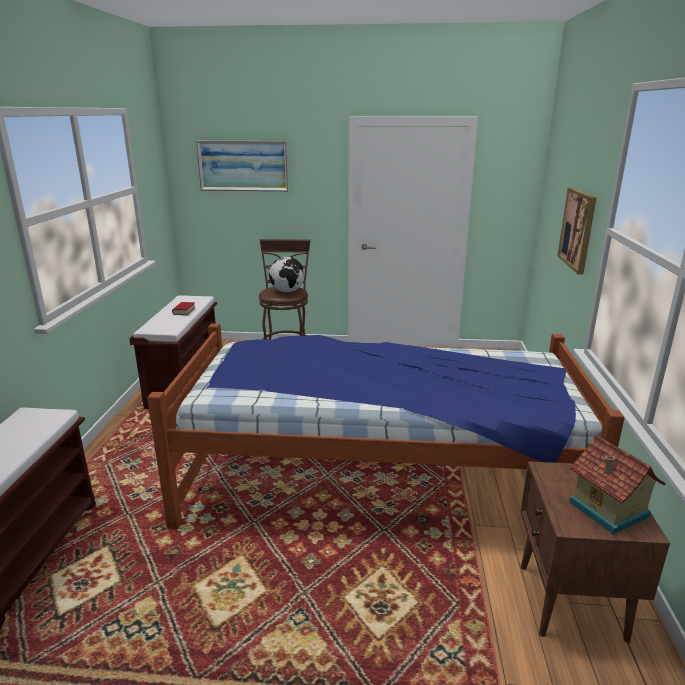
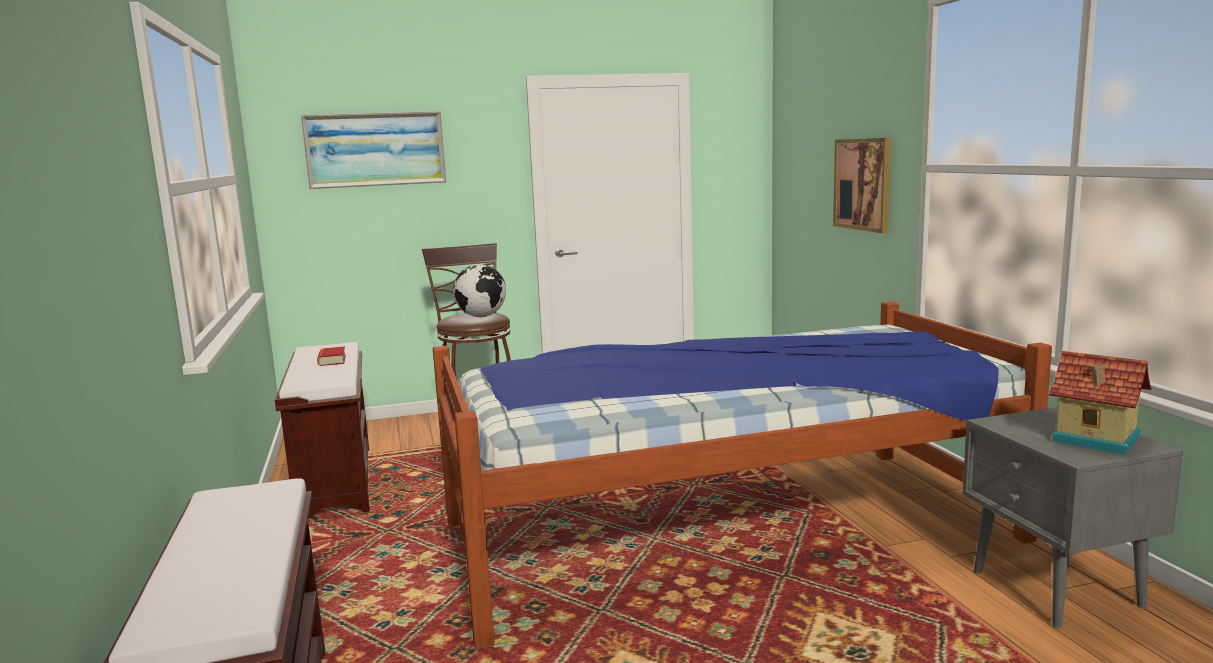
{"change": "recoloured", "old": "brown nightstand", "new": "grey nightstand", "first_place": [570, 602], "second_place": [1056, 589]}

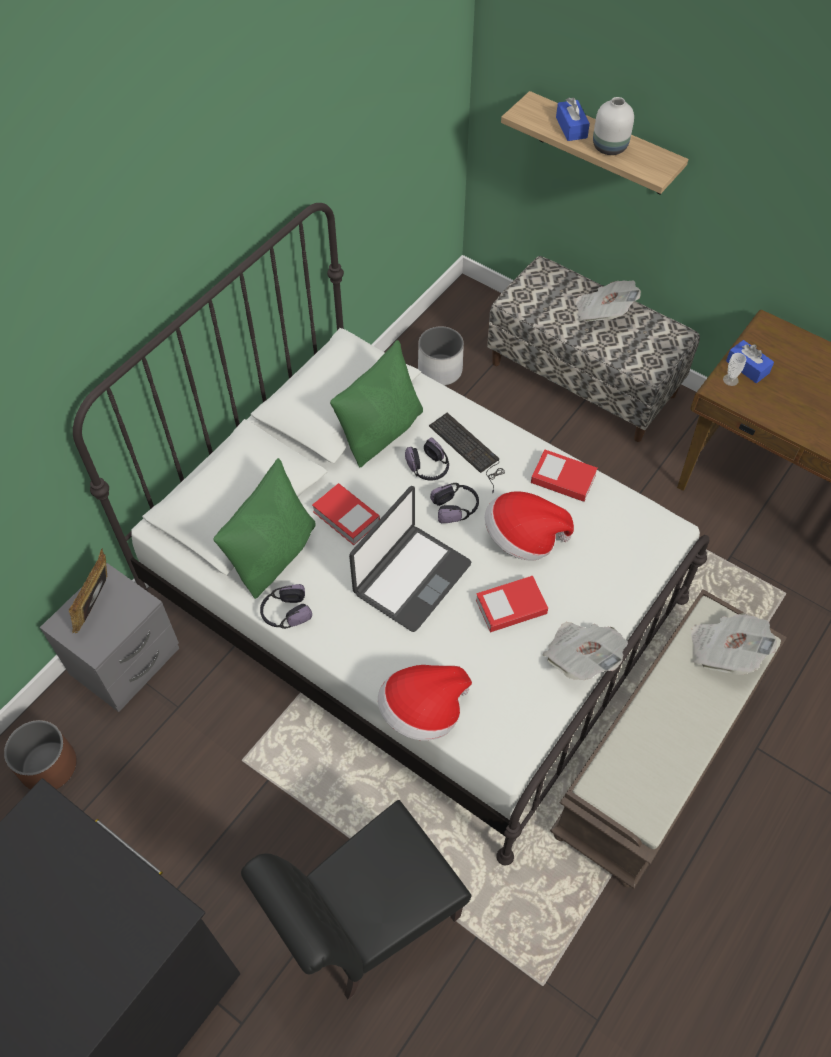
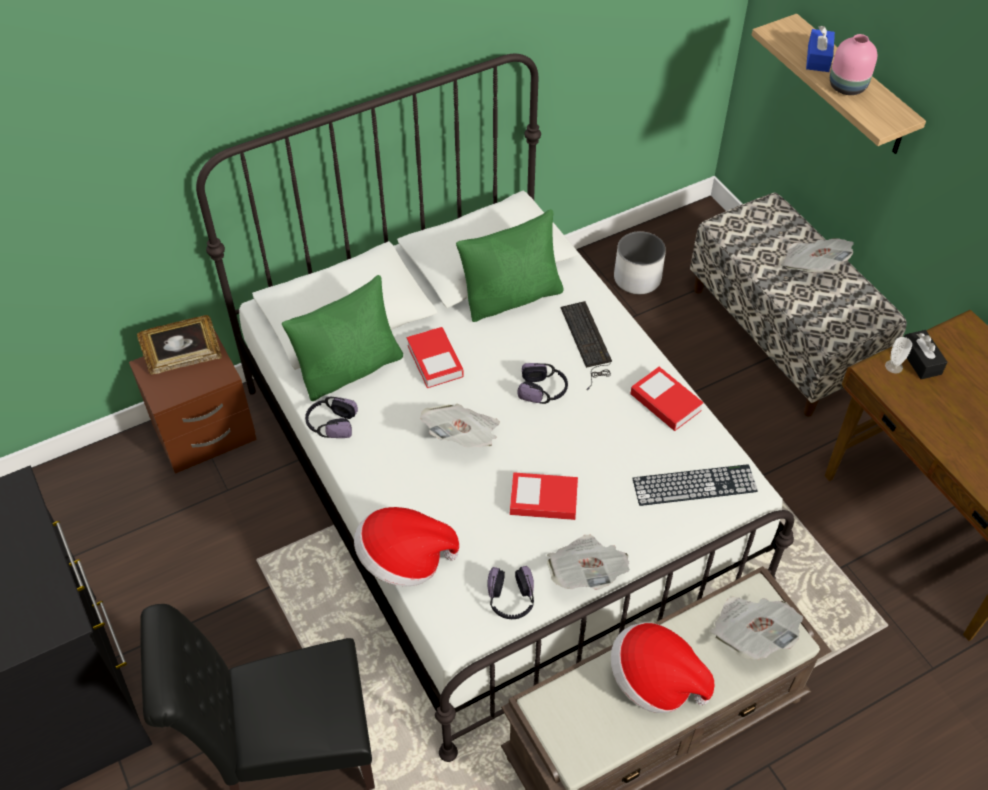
{"change": "recoloured", "old": "white vase", "new": "pink vase", "first_place": [610, 148], "second_place": [847, 87]}
{"change": "recoloured", "old": "blue tissue box", "new": "black tissue box", "first_place": [747, 367], "second_place": [920, 360]}
{"change": "moved", "old": "headphones", "first_place": [428, 468], "second_place": [511, 599]}
{"change": "replaced", "old": "laptop", "new": "newspaper", "first_place": [411, 578], "second_place": [463, 437]}
{"change": "moved", "old": "hat", "first_place": [523, 538], "second_place": [655, 680]}
{"change": "turned", "old": "picture frame", "first_place": [96, 605], "second_place": [185, 361], "degrees": -150}
{"change": "recoloured", "old": "grey nightstand", "new": "brown nightstand", "first_place": [127, 663], "second_place": [205, 434]}
{"change": "removed", "old": "brown planter", "first_place": [48, 766]}
{"change": "added", "new": "keyboard", "second_place": [694, 485]}

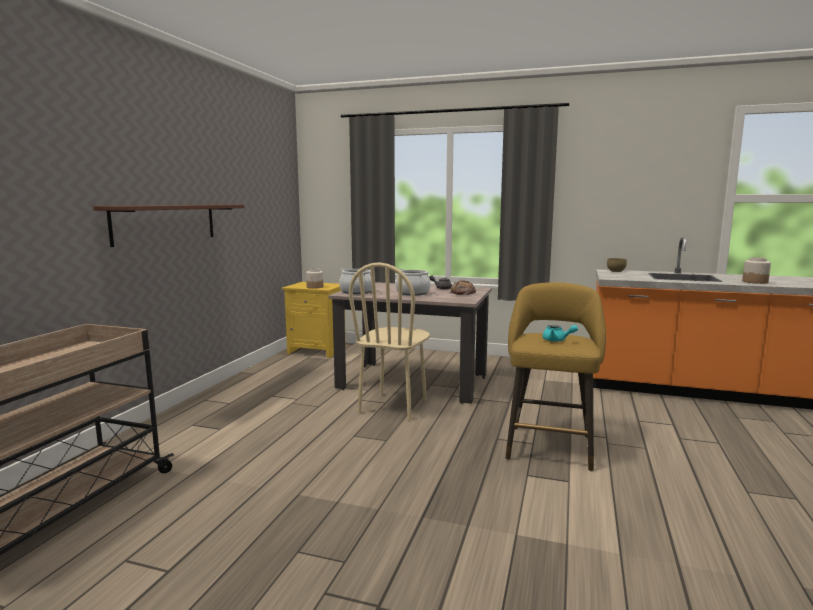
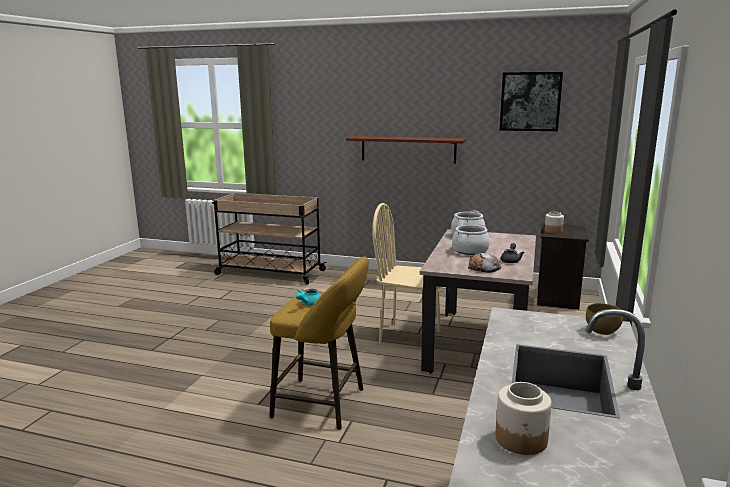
{"change": "recoloured", "old": "yellow nightstand", "new": "black nightstand", "first_place": [318, 350], "second_place": [558, 298]}
{"change": "added", "new": "picture", "second_place": [530, 101]}

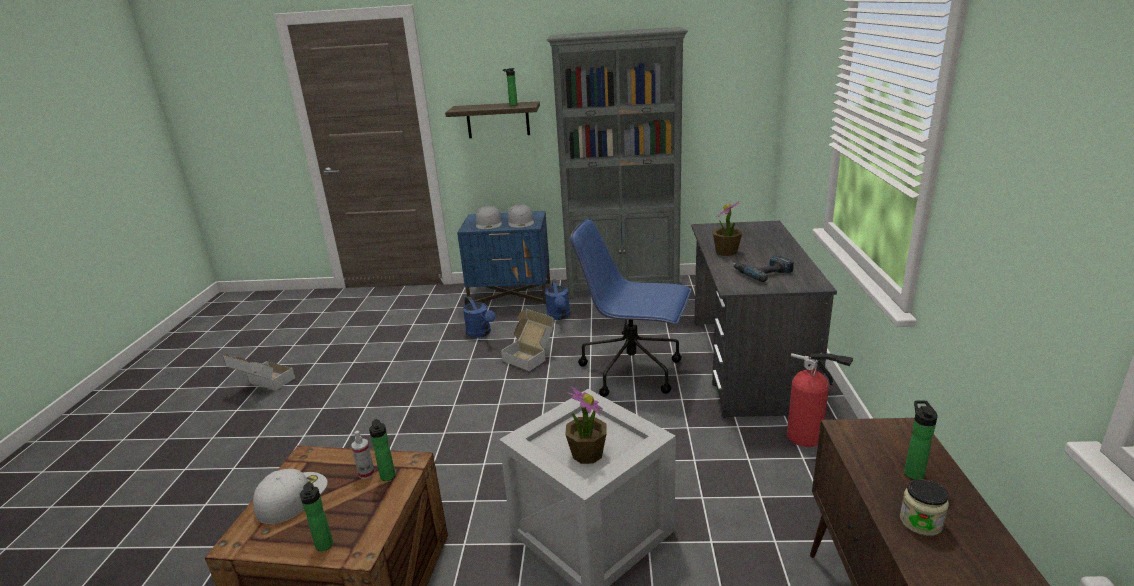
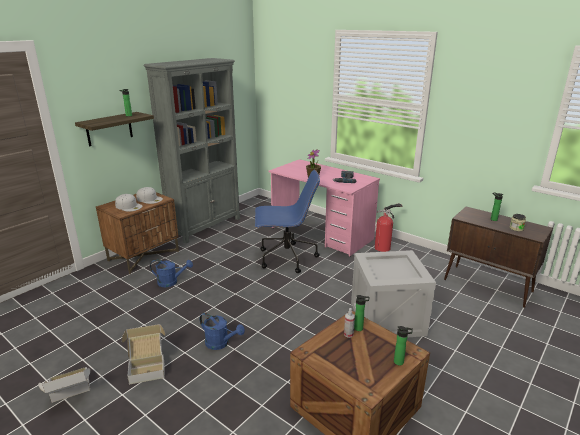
{"change": "recoloured", "old": "blue nightstand", "new": "brown nightstand", "first_place": [511, 294], "second_place": [144, 255]}
{"change": "turned", "old": "blue office chair", "first_place": [633, 371], "second_place": [286, 258], "degrees": -150}
{"change": "recoloured", "old": "grey desk", "new": "pink desk", "first_place": [747, 364], "second_place": [321, 233]}
{"change": "moved", "old": "blue watering can", "first_place": [559, 316], "second_place": [221, 343]}
{"change": "moved", "old": "cardboard box", "first_place": [530, 356], "second_place": [147, 367]}
{"change": "removed", "old": "potted plant", "first_place": [587, 454]}
{"change": "removed", "old": "white cap", "first_place": [291, 496]}

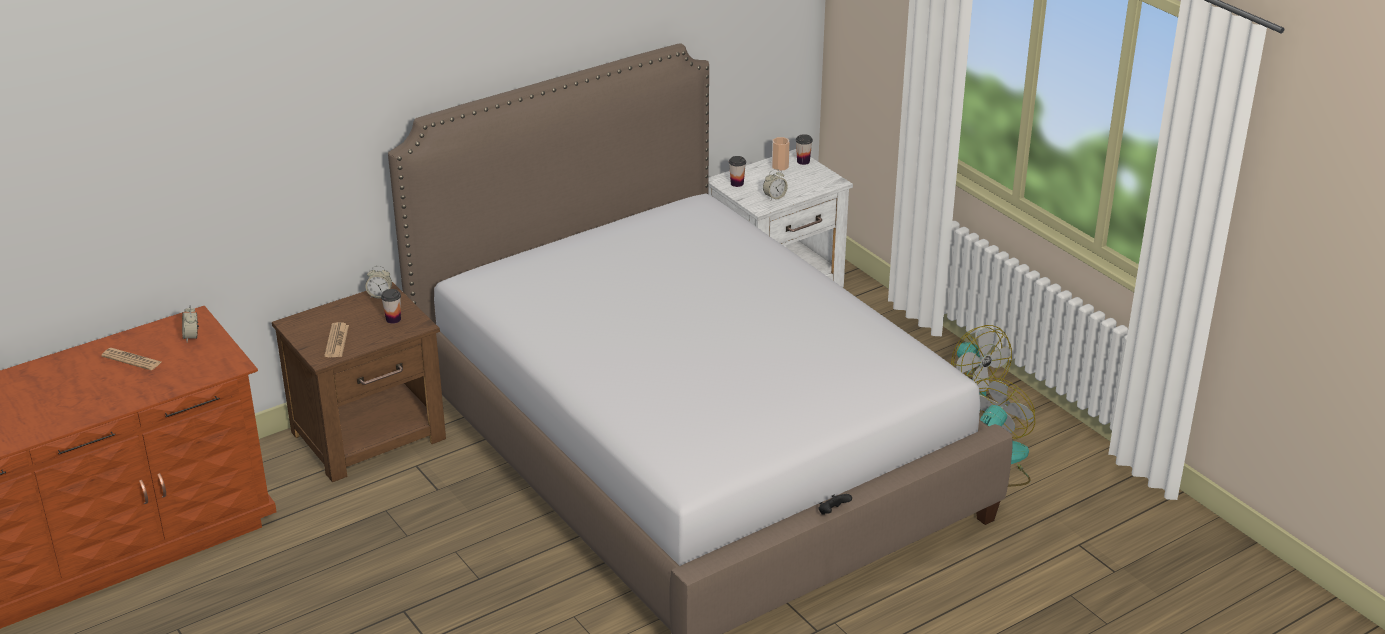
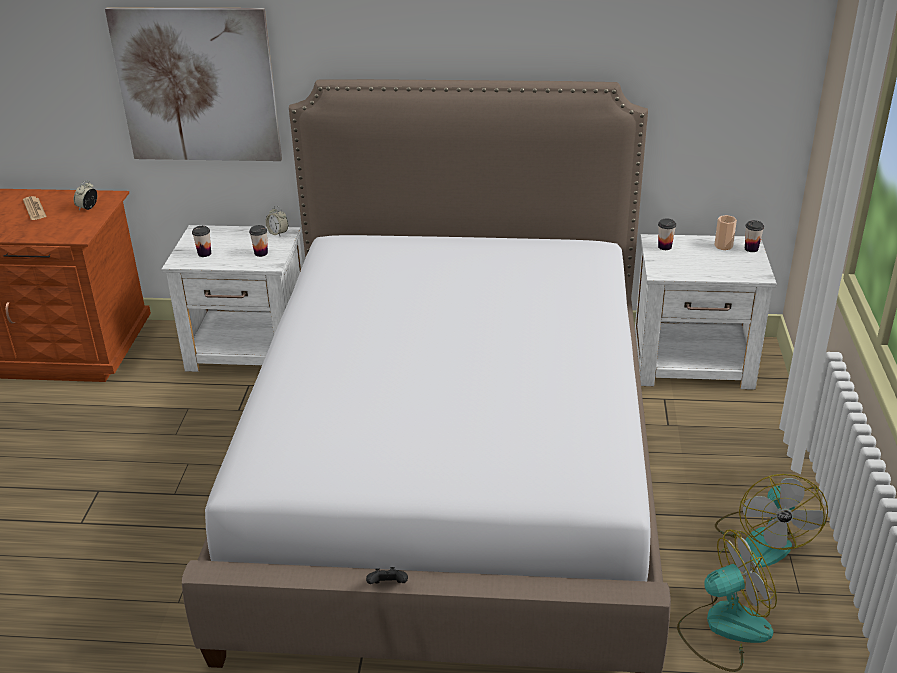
{"change": "removed", "old": "alarm clock", "first_place": [774, 197]}
{"change": "recoloured", "old": "brown nightstand", "new": "white nightstand", "first_place": [371, 436], "second_place": [250, 350]}
{"change": "replaced", "old": "newspaper", "new": "cup", "first_place": [337, 341], "second_place": [204, 253]}
{"change": "added", "new": "picture", "second_place": [197, 85]}

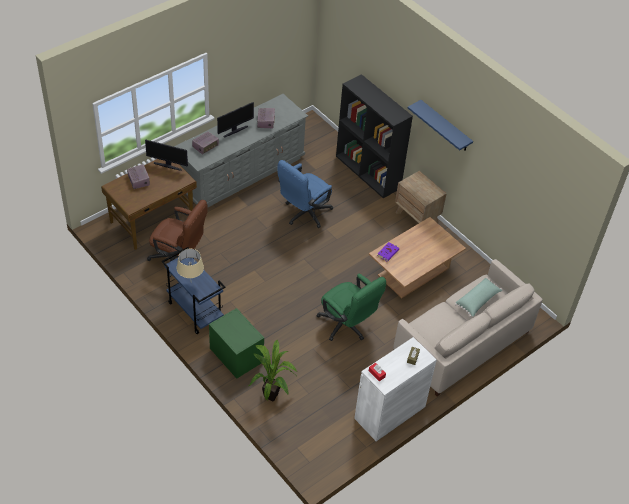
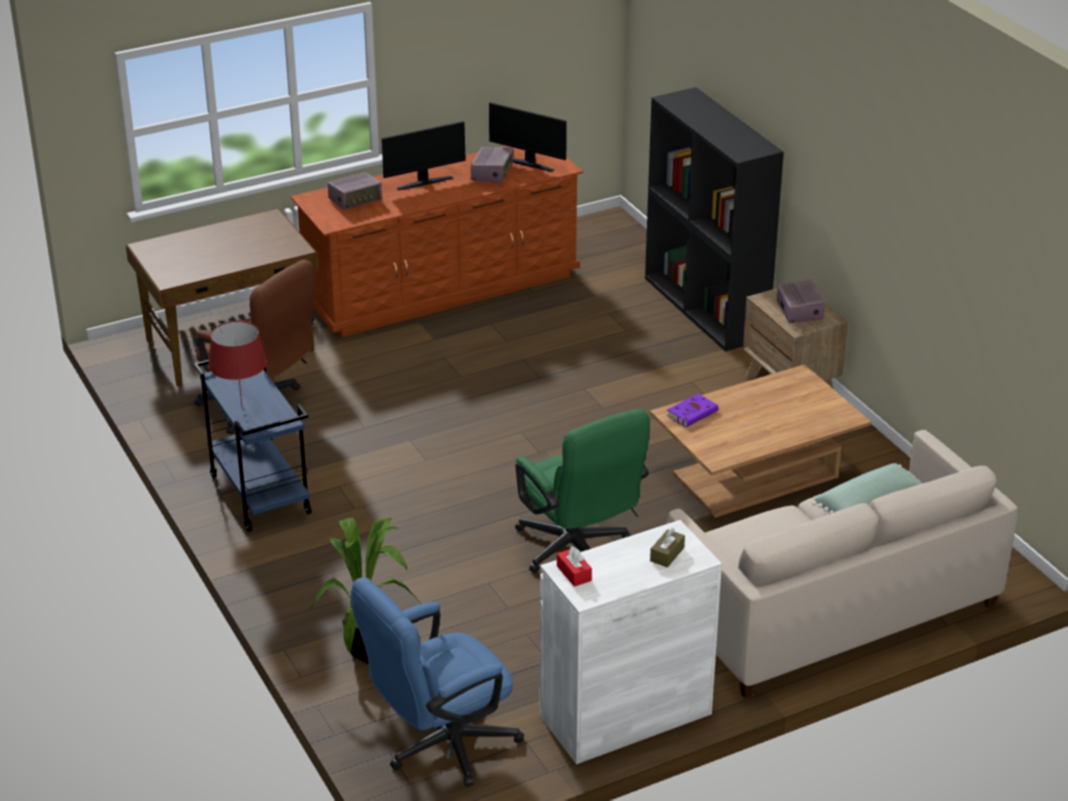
{"change": "recoloured", "old": "grey dresser", "new": "brown dresser", "first_place": [242, 172], "second_place": [441, 288]}
{"change": "removed", "old": "blue shelf", "first_place": [445, 126]}
{"change": "moved", "old": "monitor", "first_place": [168, 165], "second_place": [528, 163]}
{"change": "moved", "old": "blue office chair", "first_place": [304, 214], "second_place": [439, 746]}
{"change": "moved", "old": "radio", "first_place": [139, 180], "second_place": [799, 311]}
{"change": "recoloured", "old": "beige table lamp", "new": "red table lamp", "first_place": [191, 283], "second_place": [242, 407]}
{"change": "removed", "old": "green nightstand", "first_place": [236, 354]}

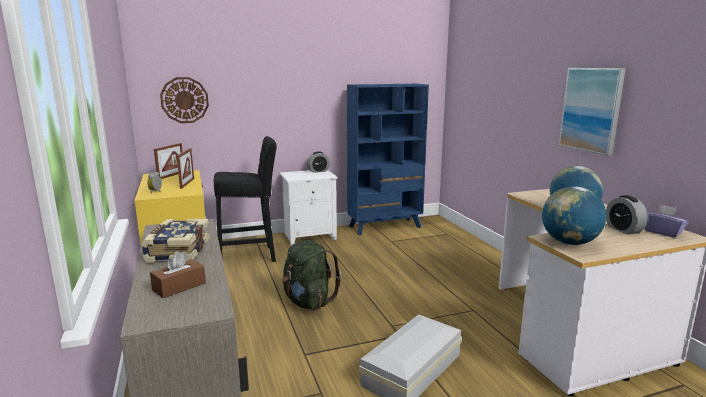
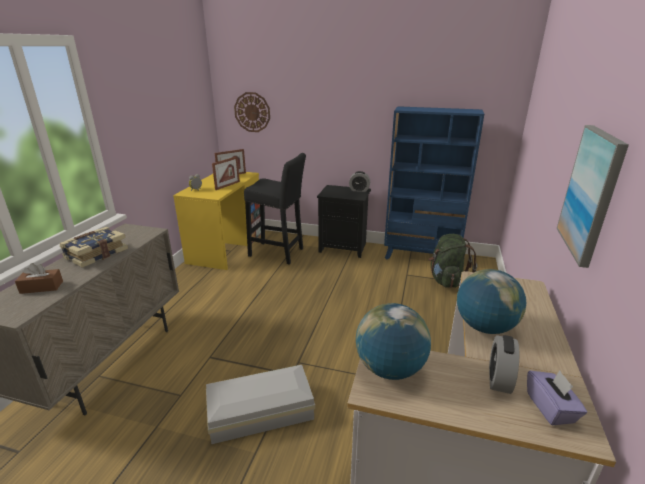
{"change": "recoloured", "old": "white nightstand", "new": "black nightstand", "first_place": [310, 236], "second_place": [344, 247]}
{"change": "moved", "old": "green backpack", "first_place": [308, 302], "second_place": [446, 280]}

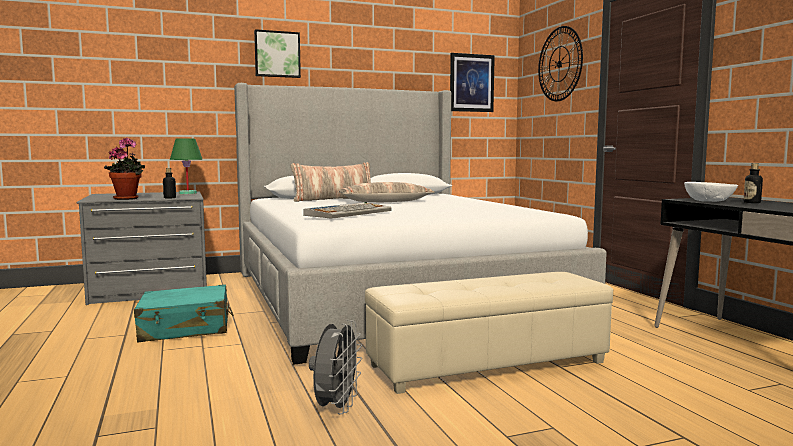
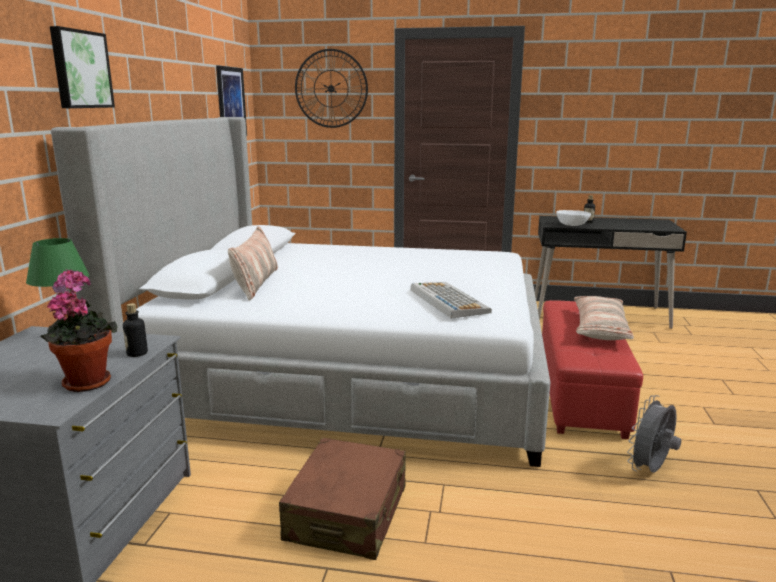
{"change": "moved", "old": "pillow", "first_place": [385, 202], "second_place": [599, 328]}
{"change": "recoloured", "old": "beige ottoman", "new": "red ottoman", "first_place": [488, 363], "second_place": [579, 390]}
{"change": "recoloured", "old": "turquoise suitcase", "new": "brown suitcase", "first_place": [185, 328], "second_place": [347, 514]}
{"change": "turned", "old": "grey fan", "first_place": [336, 408], "second_place": [650, 470], "degrees": -90}

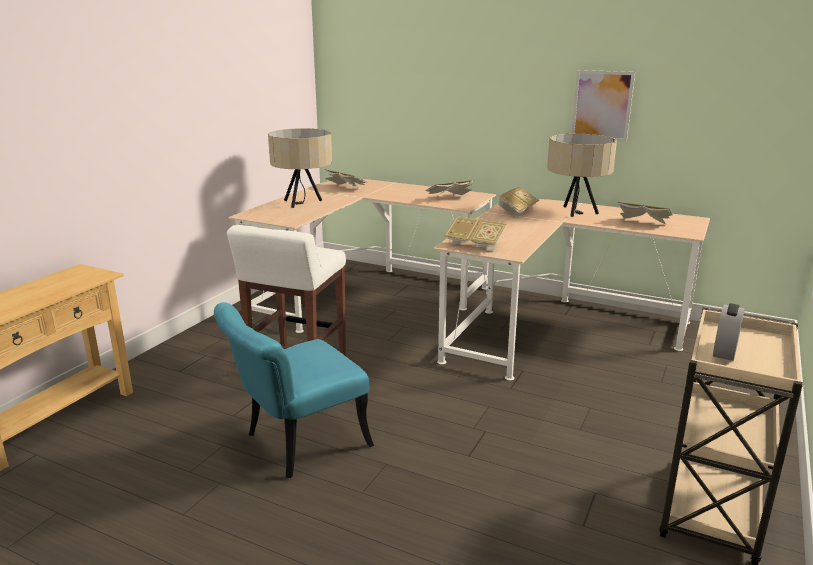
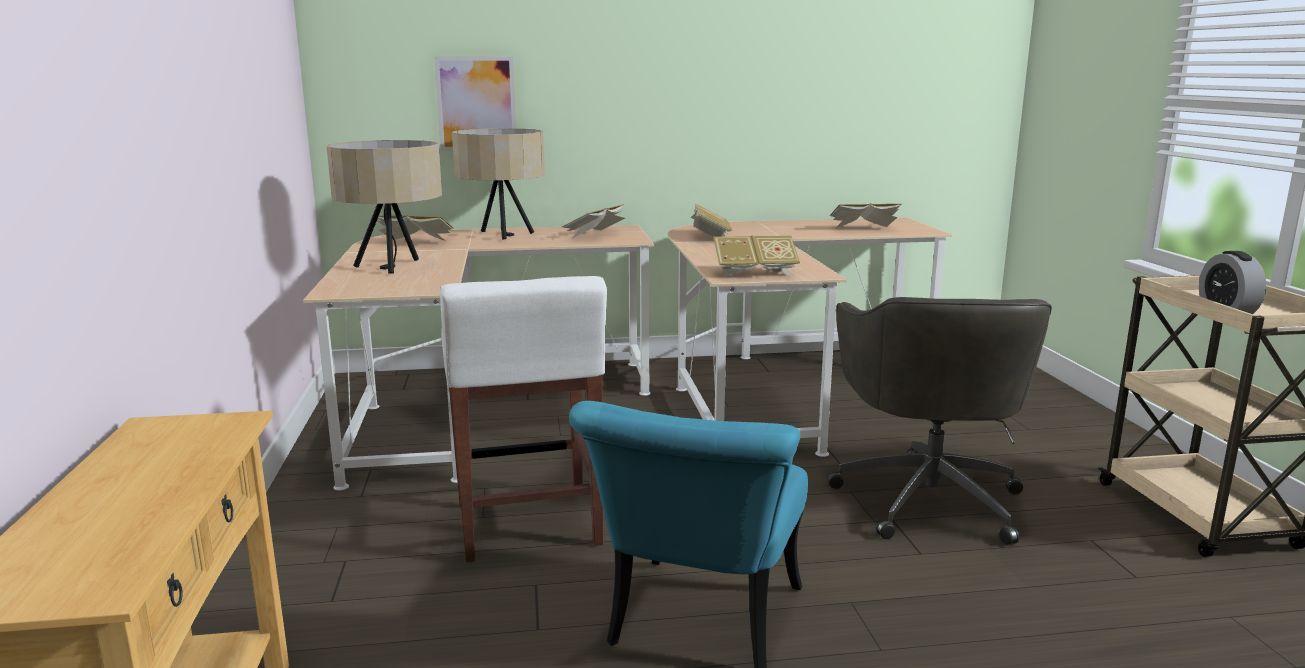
{"change": "moved", "old": "picture", "first_place": [602, 105], "second_place": [476, 104]}
{"change": "moved", "old": "beige table lamp", "first_place": [575, 212], "second_place": [502, 234]}
{"change": "added", "new": "grey office chair", "second_place": [928, 498]}

